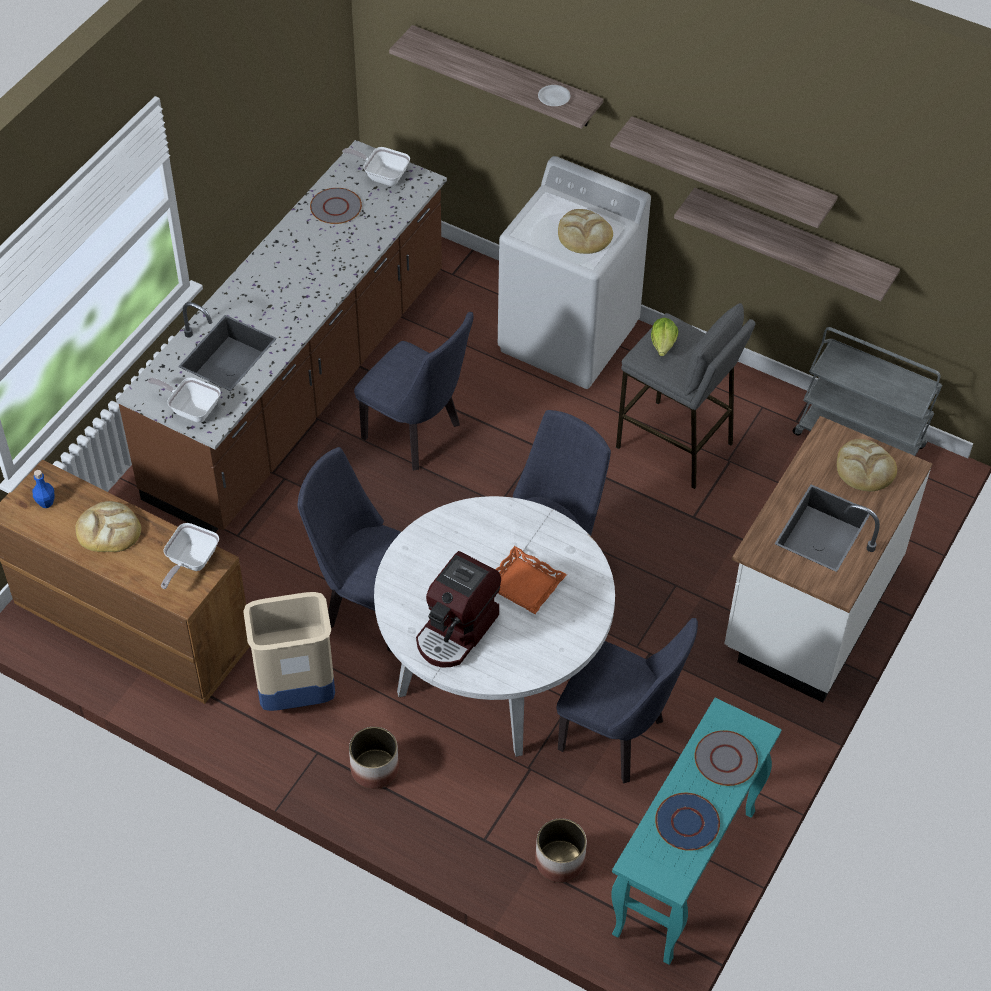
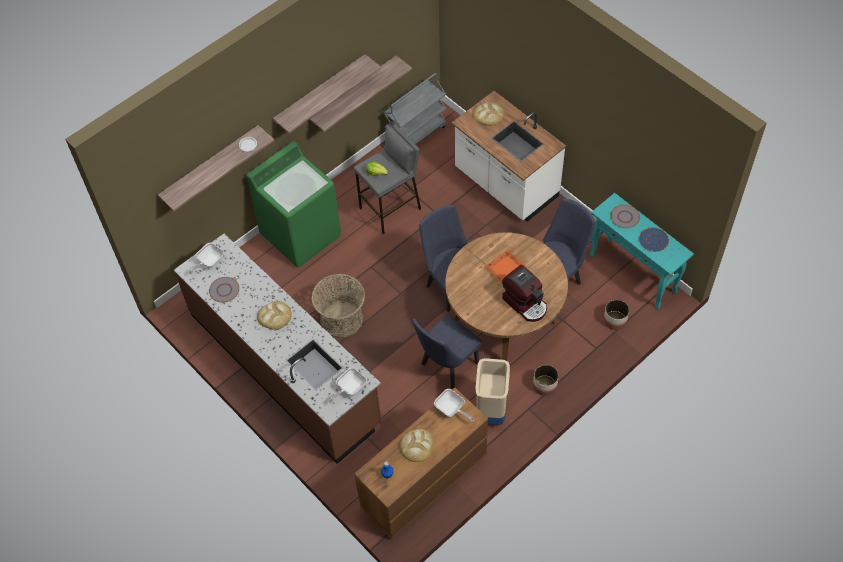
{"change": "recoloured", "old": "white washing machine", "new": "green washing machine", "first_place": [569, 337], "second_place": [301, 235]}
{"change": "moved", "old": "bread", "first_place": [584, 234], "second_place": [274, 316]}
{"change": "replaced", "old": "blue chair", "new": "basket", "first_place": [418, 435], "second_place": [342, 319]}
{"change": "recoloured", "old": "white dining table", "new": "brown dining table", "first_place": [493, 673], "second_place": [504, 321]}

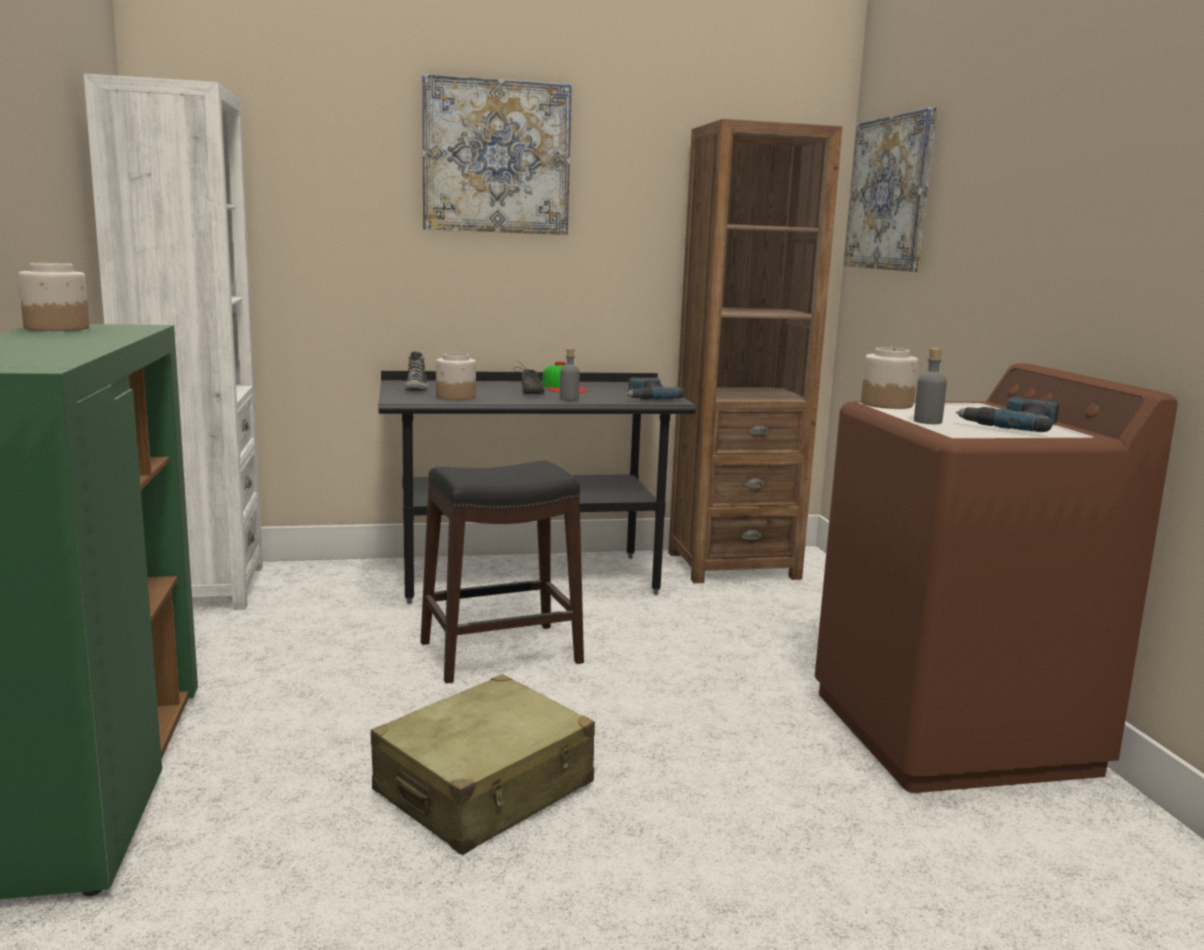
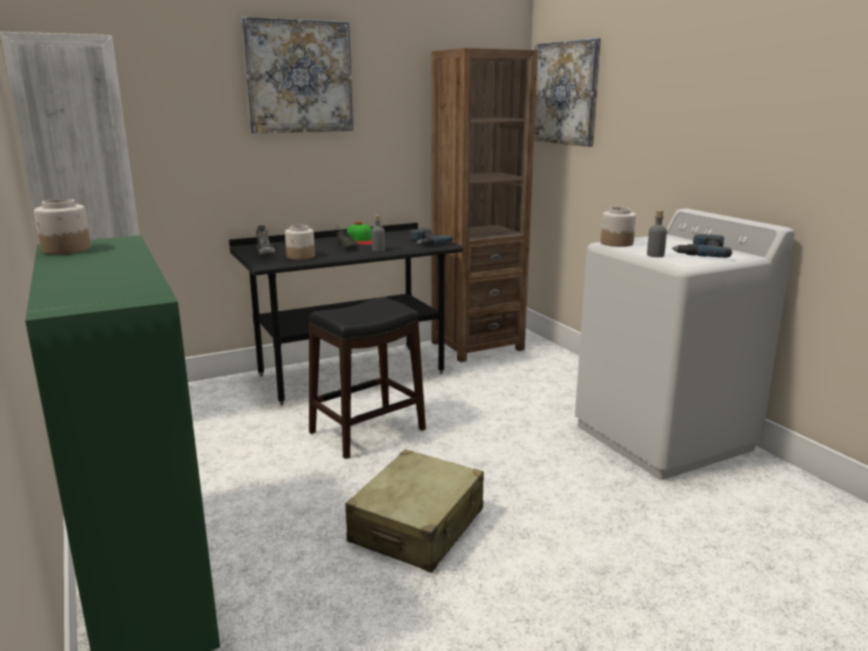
{"change": "recoloured", "old": "brown washing machine", "new": "white washing machine", "first_place": [952, 732], "second_place": [663, 437]}

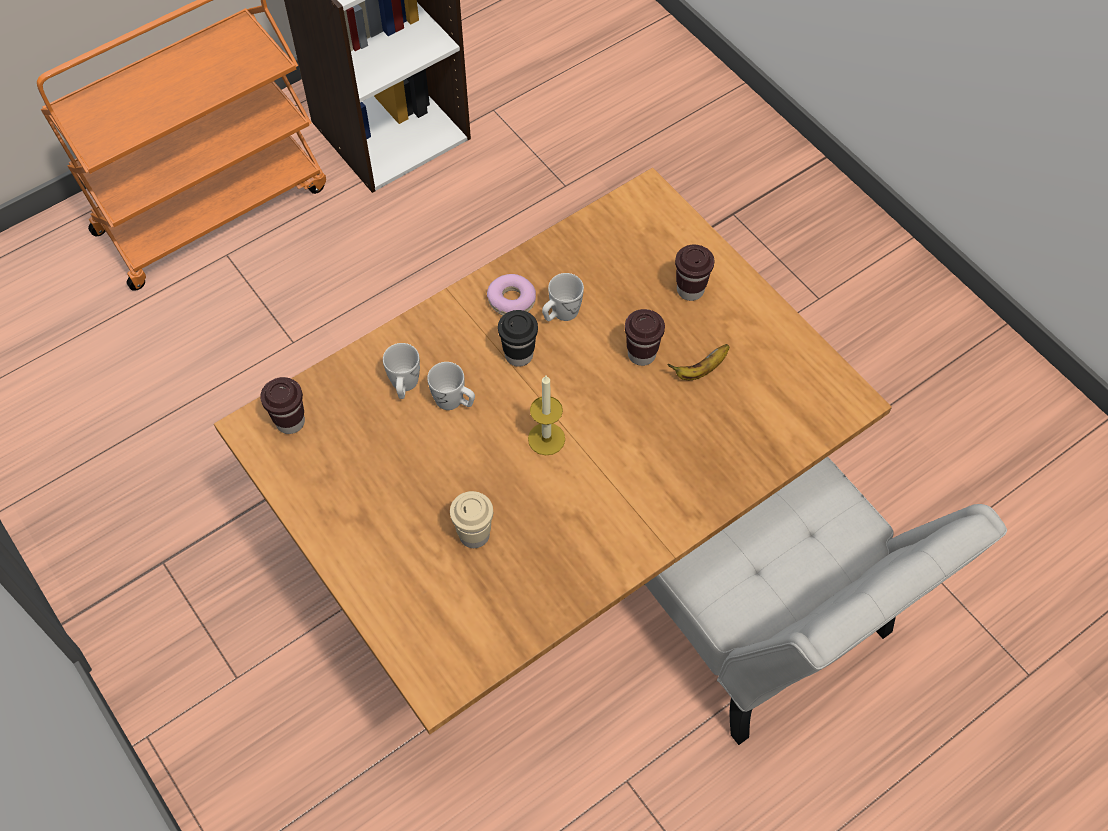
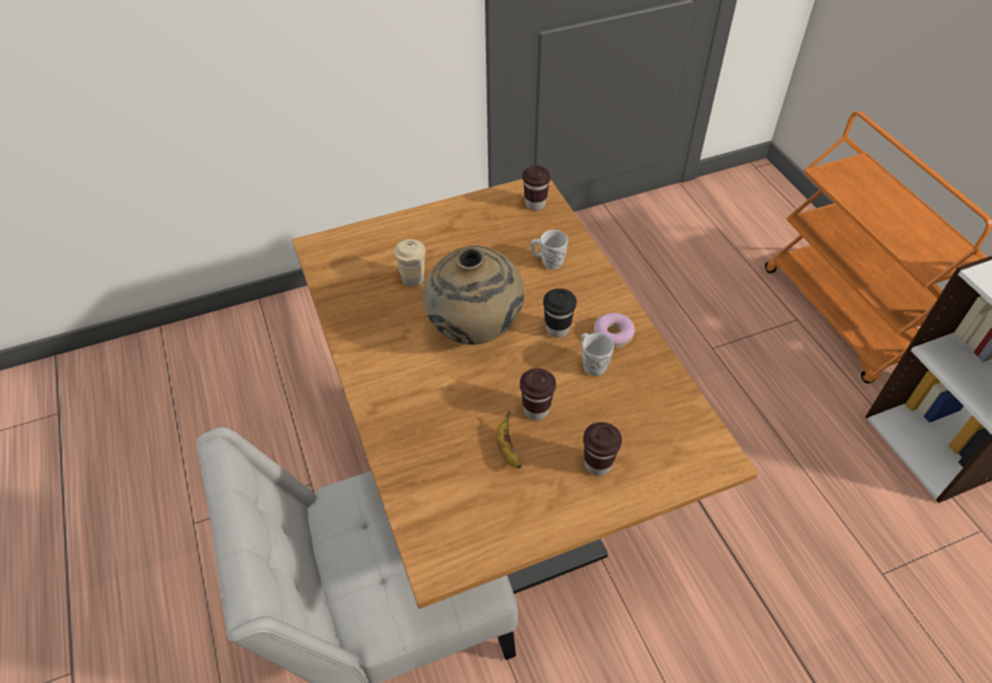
{"change": "removed", "old": "white mug", "first_place": [454, 401]}
{"change": "replaced", "old": "candle", "new": "beige vase", "first_place": [546, 439], "second_place": [475, 332]}

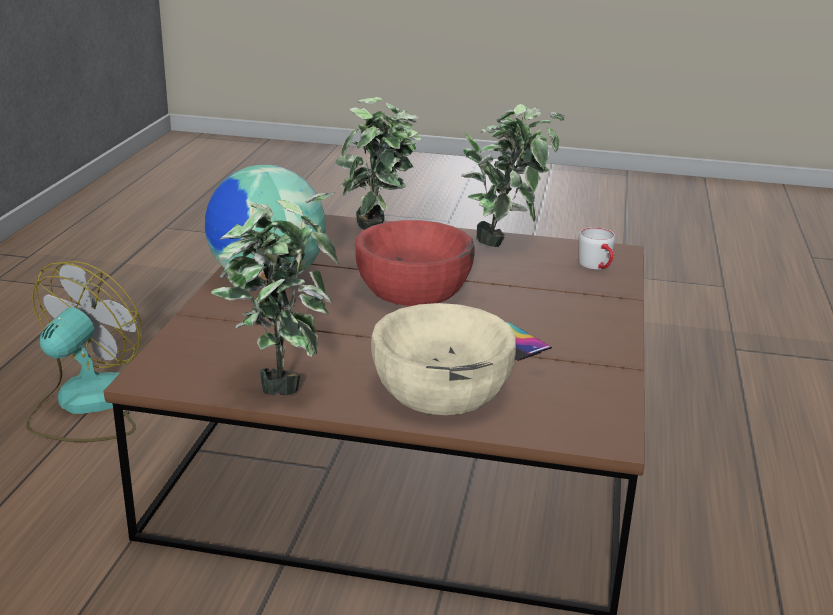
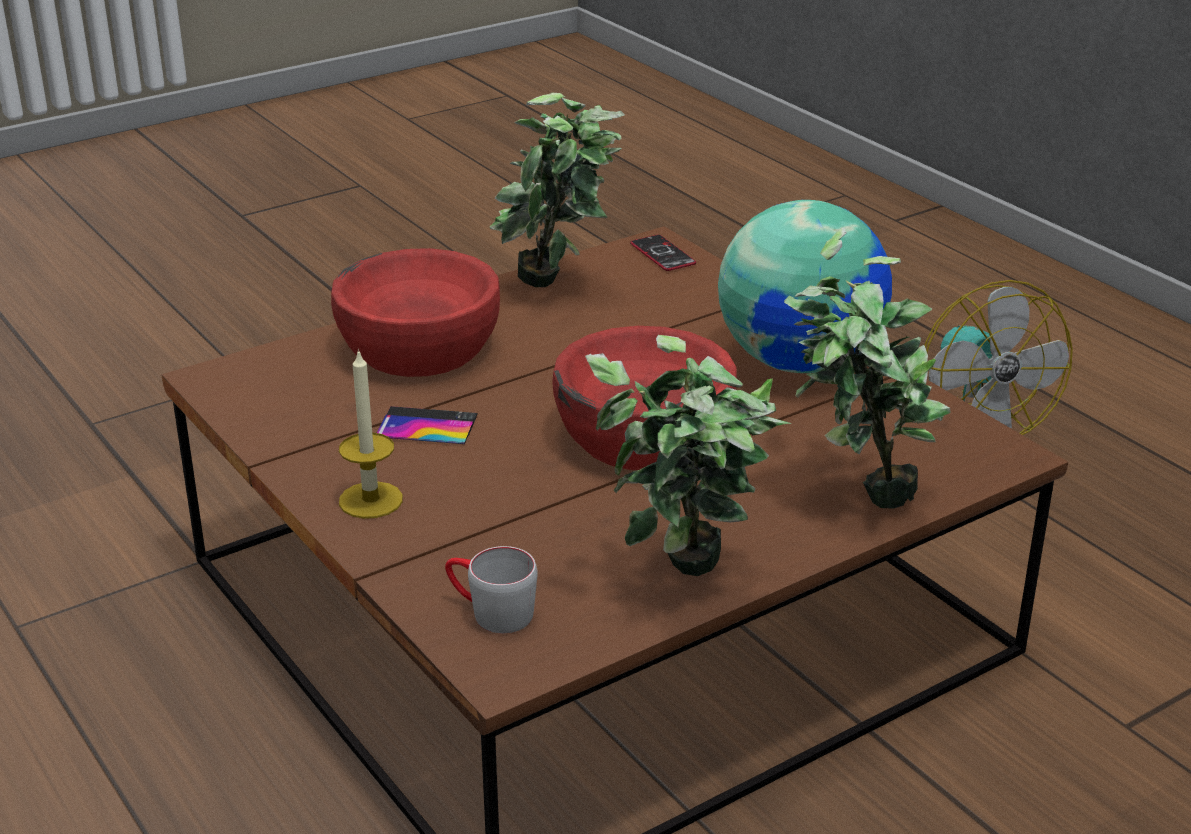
{"change": "recoloured", "old": "beige bowl", "new": "red bowl", "first_place": [442, 388], "second_place": [418, 347]}
{"change": "added", "new": "phone", "second_place": [662, 254]}
{"change": "added", "new": "candle", "second_place": [370, 500]}

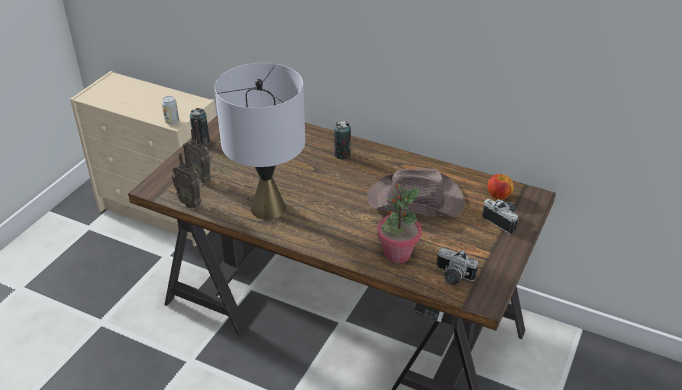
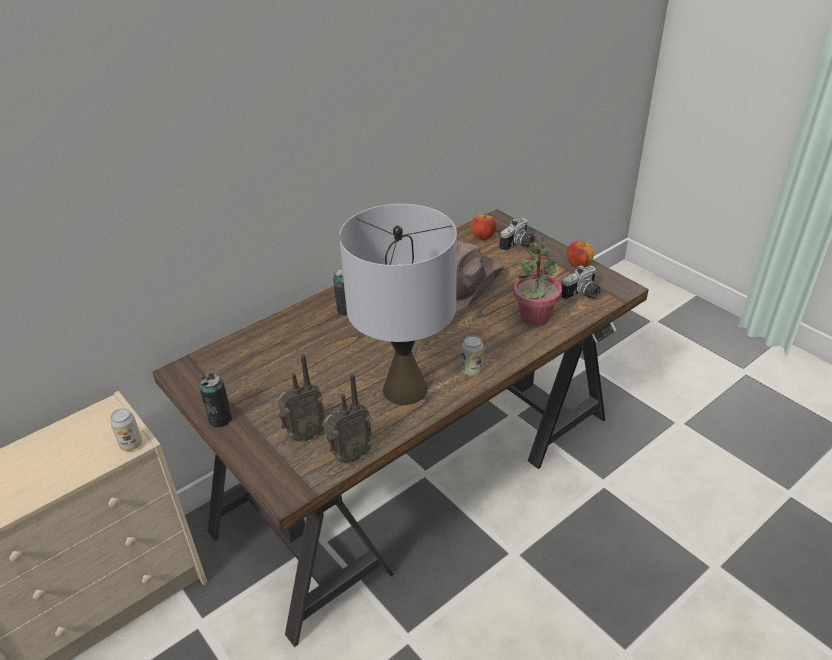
{"change": "turned", "old": "photo camera", "first_place": [503, 220], "second_place": [519, 245], "degrees": 150}
{"change": "added", "new": "apple", "second_place": [578, 264]}
{"change": "added", "new": "can", "second_place": [472, 370]}

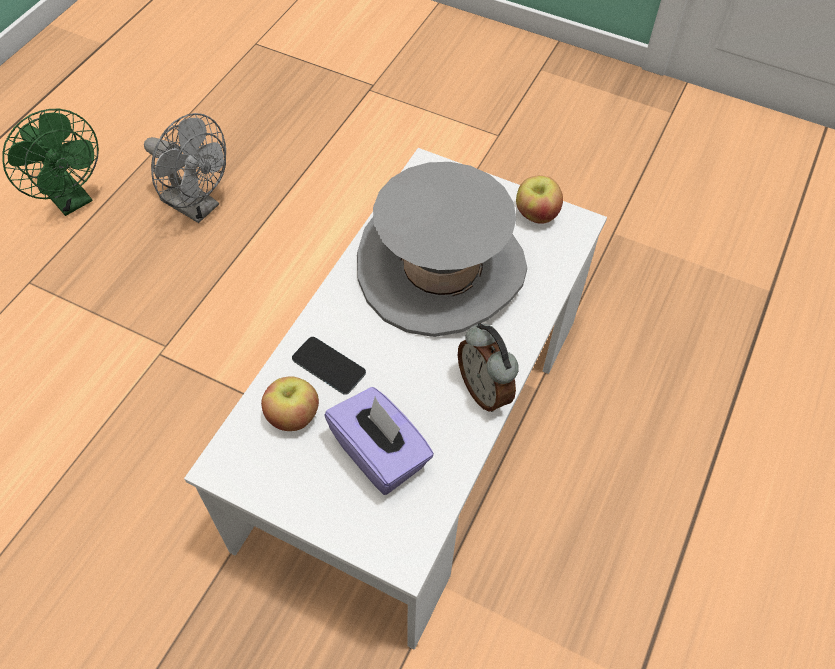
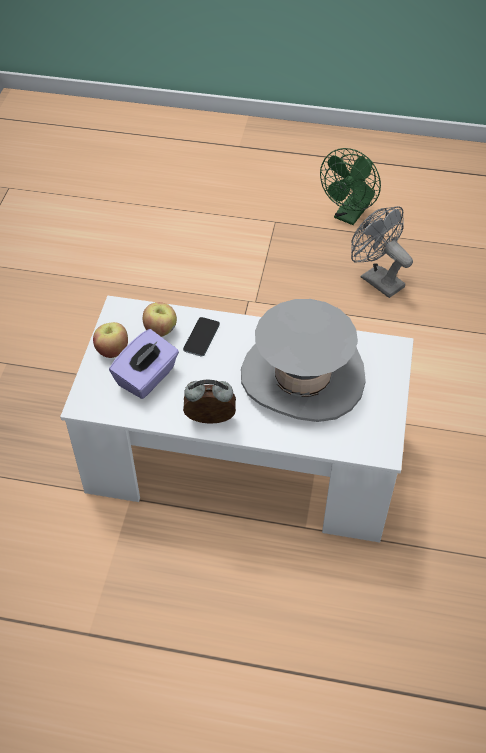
{"change": "turned", "old": "grey fan", "first_place": [197, 207], "second_place": [376, 279], "degrees": 120}
{"change": "moved", "old": "apple", "first_place": [536, 214], "second_place": [112, 350]}
{"change": "turned", "old": "alarm clock", "first_place": [485, 390], "second_place": [210, 421], "degrees": 45}

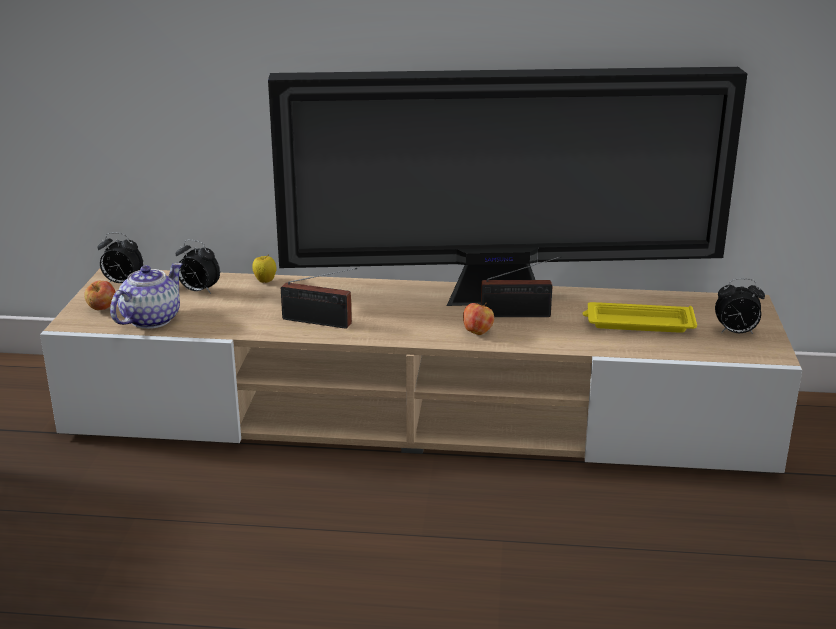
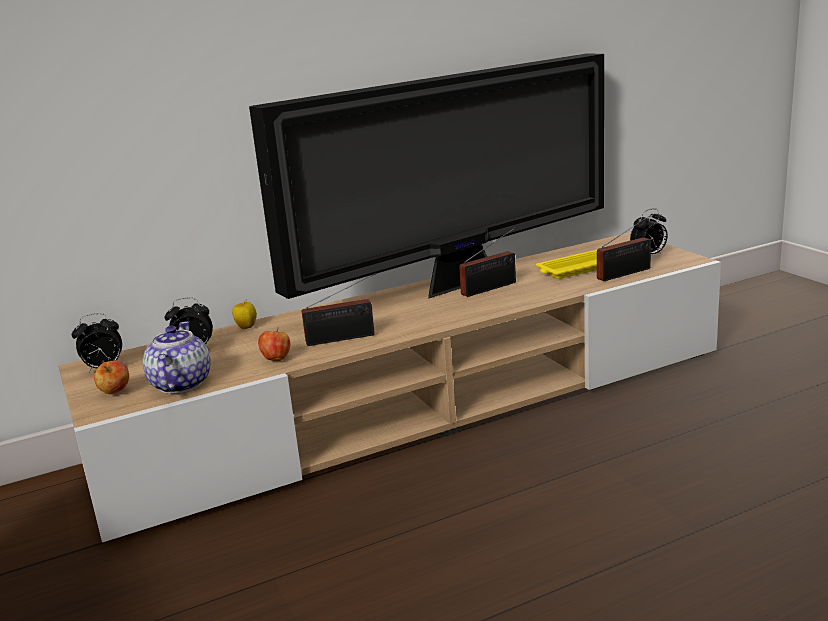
{"change": "moved", "old": "apple", "first_place": [477, 332], "second_place": [276, 359]}
{"change": "added", "new": "radio", "second_place": [627, 273]}

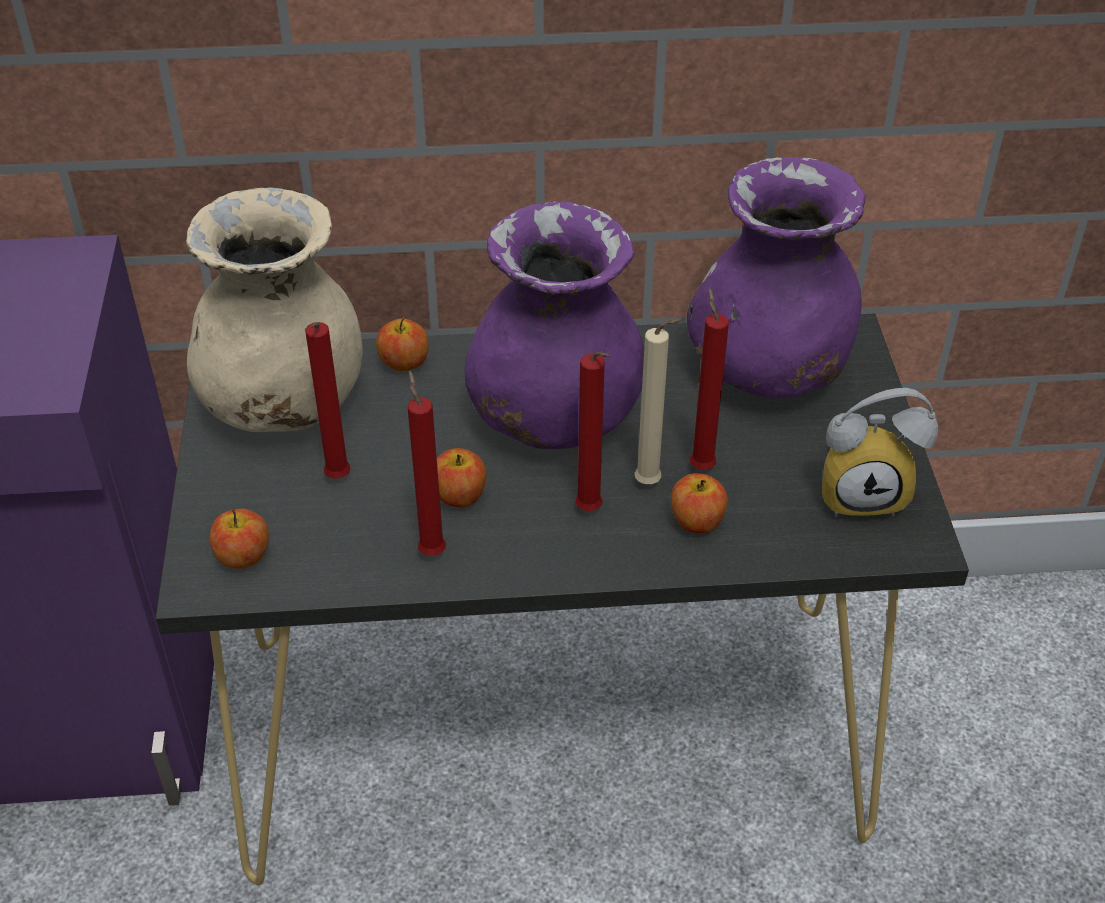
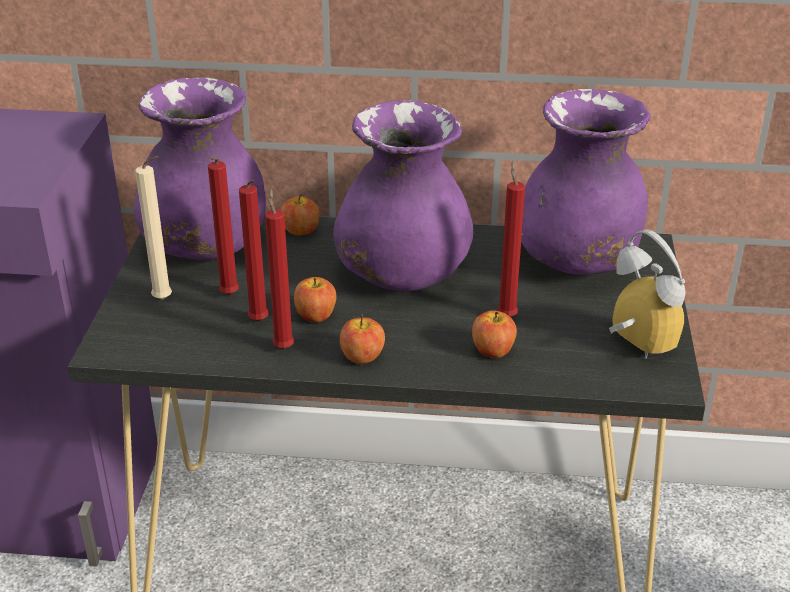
{"change": "recoloured", "old": "beige vase", "new": "purple vase", "first_place": [285, 404], "second_place": [205, 247]}
{"change": "moved", "old": "beige candle", "first_place": [652, 484], "second_place": [165, 300]}
{"change": "moved", "old": "red candle", "first_place": [591, 512], "second_place": [260, 323]}
{"change": "turned", "old": "alarm clock", "first_place": [864, 492], "second_place": [632, 346], "degrees": -135}
{"change": "moved", "old": "apple", "first_place": [243, 557], "second_place": [362, 357]}

